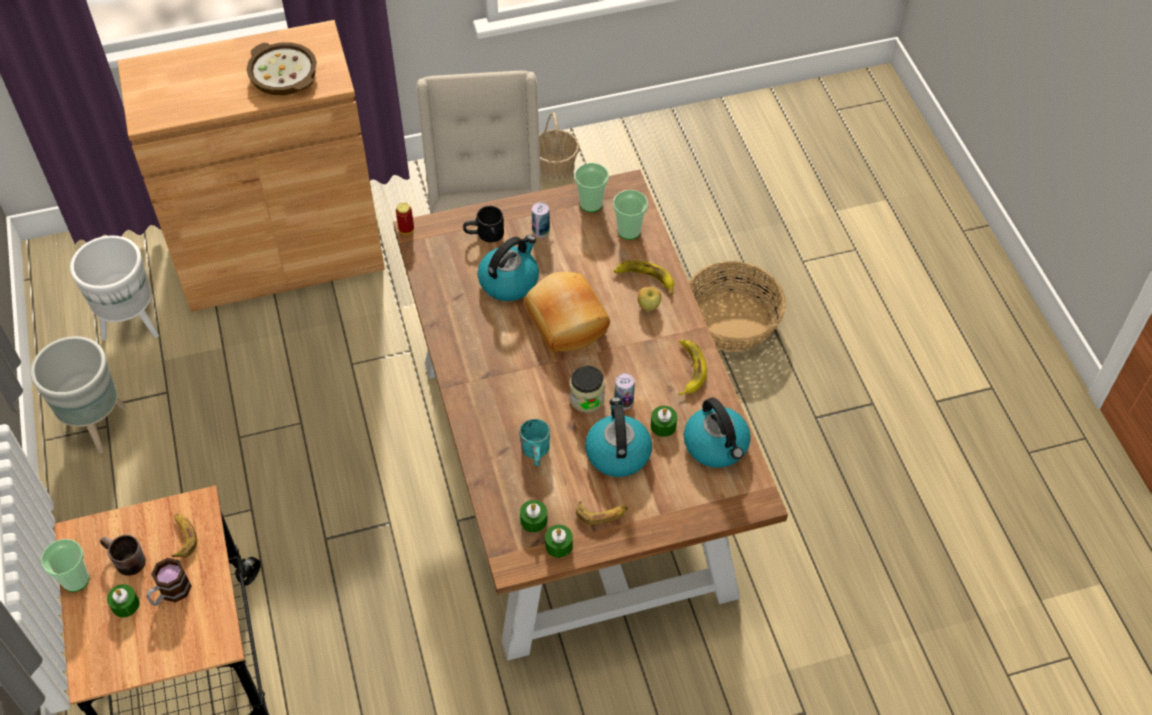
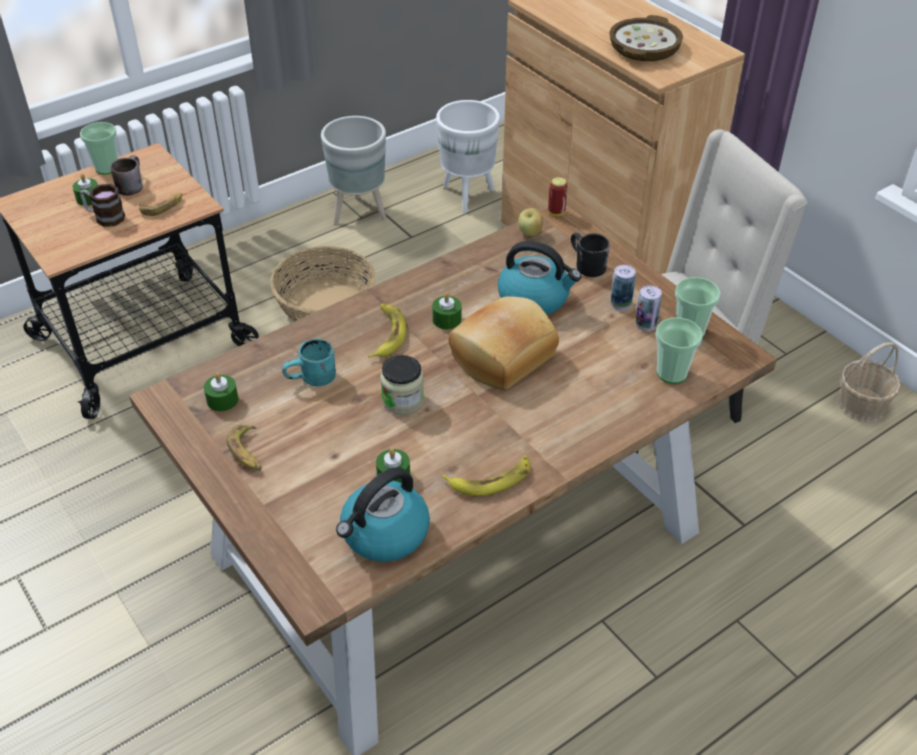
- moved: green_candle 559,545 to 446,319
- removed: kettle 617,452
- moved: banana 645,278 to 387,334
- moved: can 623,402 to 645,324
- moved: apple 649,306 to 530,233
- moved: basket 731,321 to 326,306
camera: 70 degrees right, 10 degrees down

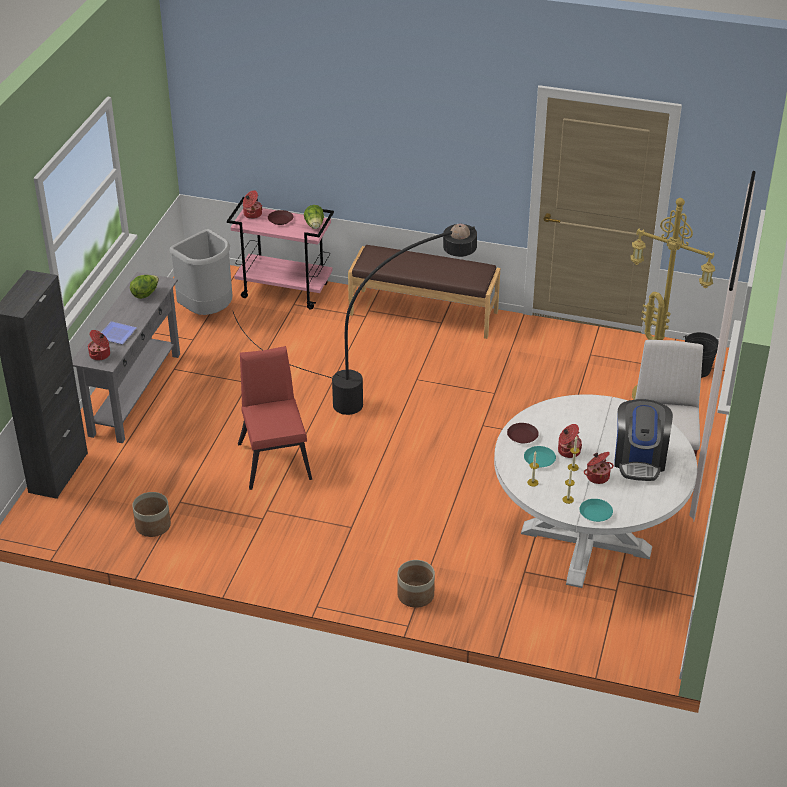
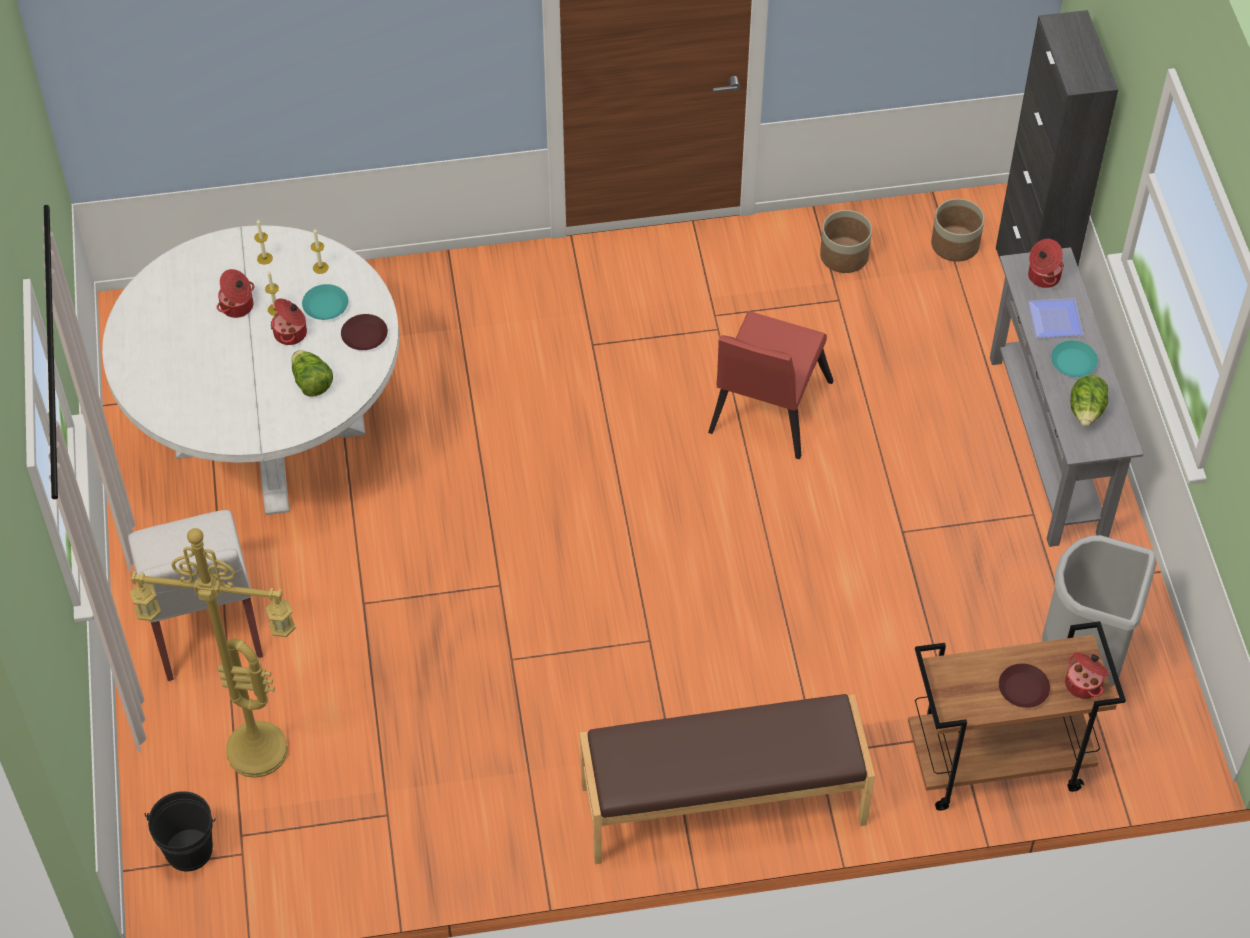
- recoloured: pink_cart 285,290 to brown_cart 995,763
- removed: black_floor_lamp 377,388
- turned: red_chair 274,457 = 766,413 60 degrees clockwise
- moved: lettuce 314,226 to 311,383
- moved: planter 416,595 to 954,244
- moved: turquoise_plate 595,513 to 1073,362
- removed: coffee_machine 639,459
camera: 155 degrees right, 15 degrees up

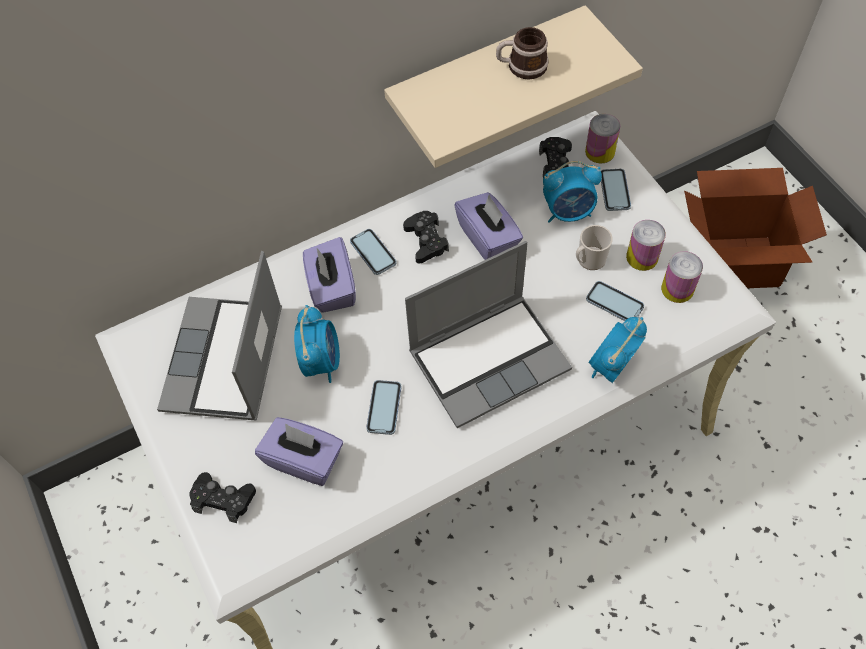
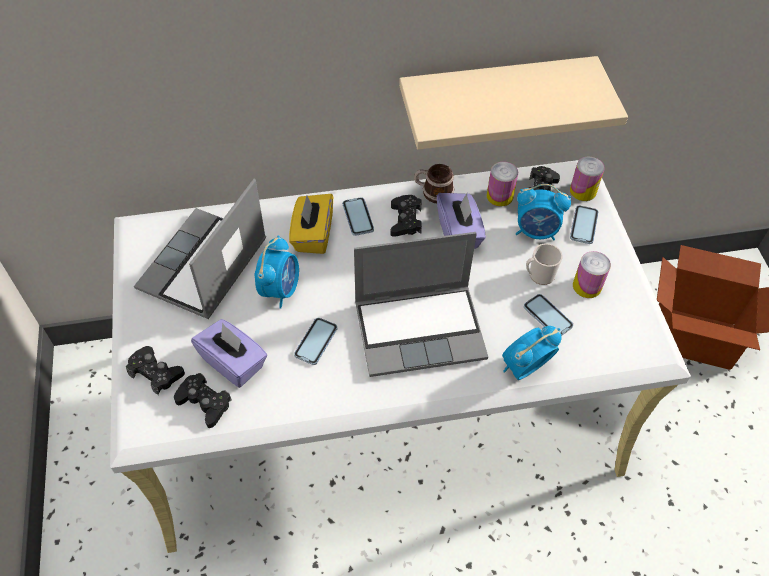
- recoloured: purple_tissue_box 331,288 to yellow_tissue_box 312,235
- moved: mug 521,66 to 433,192
- moved: can 677,289 to 499,196
- added: black_game_controller 204,403
camera: 15 degrees right, 5 degrees down

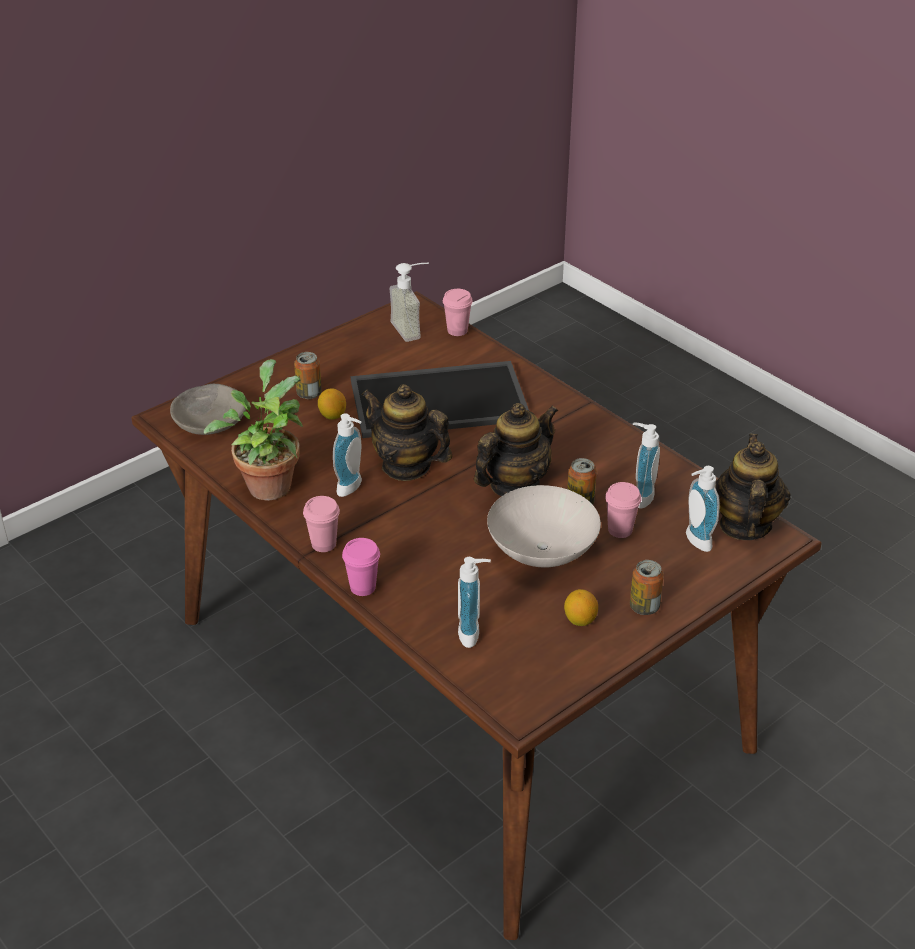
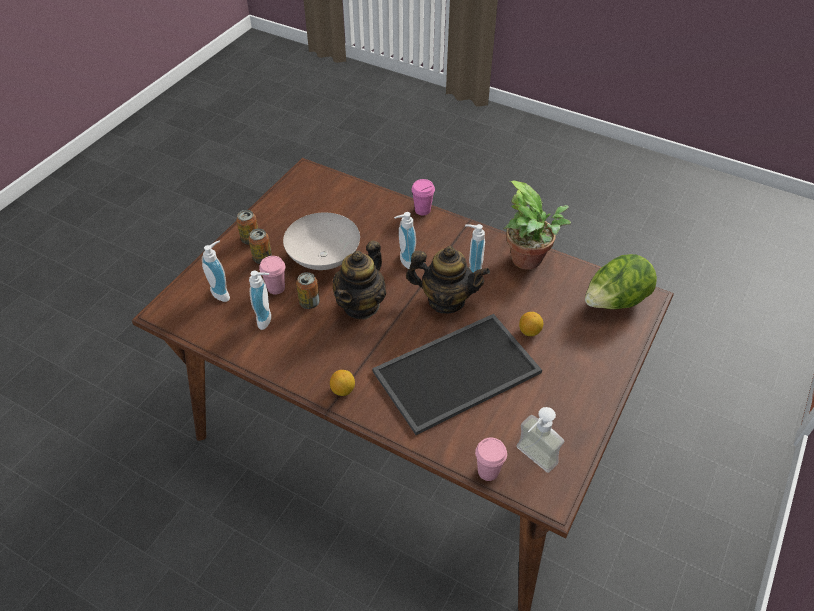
- replaced: grey_bowl 210,419 to lettuce 615,302
- moved: can 309,394 to 262,258
- removed: pink_cup 323,544
- moved: soap_dispenser 473,633 to 404,261
- moved: lemon 579,620 to 343,390
- removed: teapot 744,525
camera: 160 degrees right, 10 degrees up

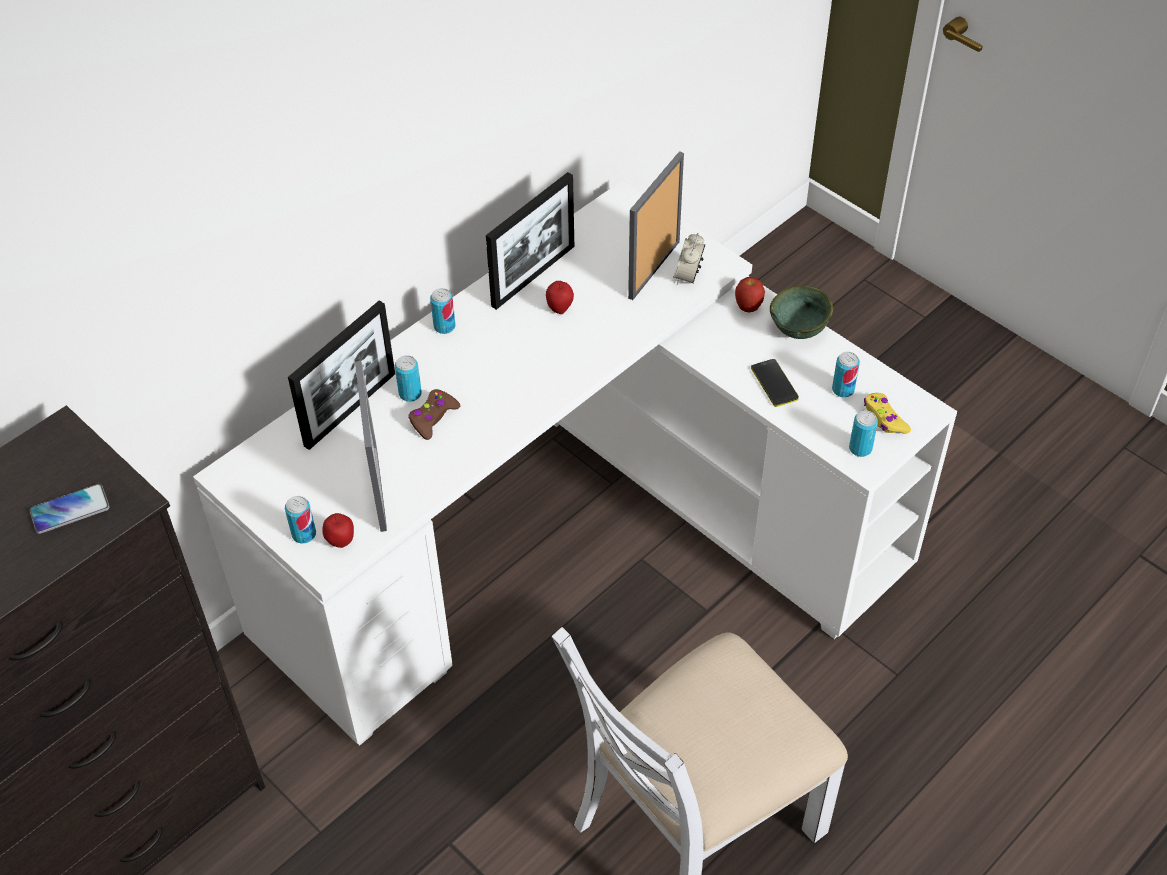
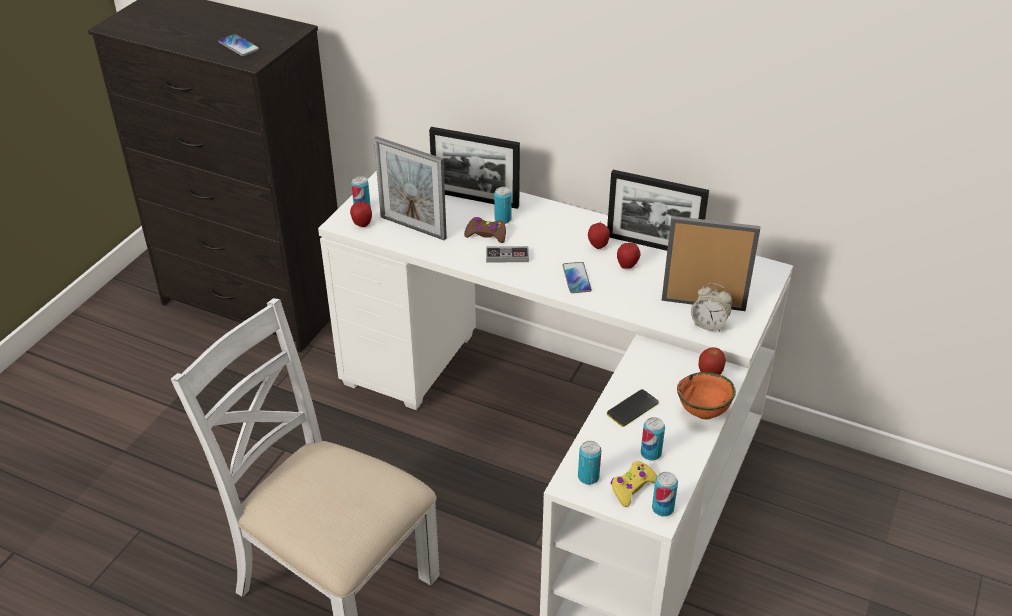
- turned: picture_frame 378,488 = 413,227 60 degrees clockwise
- moved: can 444,326 to 662,508
- turned: alarm_clock 688,276 = 709,324 150 degrees counterclockwise
- recoloured: green_bowl 799,332 to orange_bowl 702,413
- added: game_controller 507,256
- added: phone 576,278
- added: apple 598,246
camera: 70 degrees right, 10 degrees down

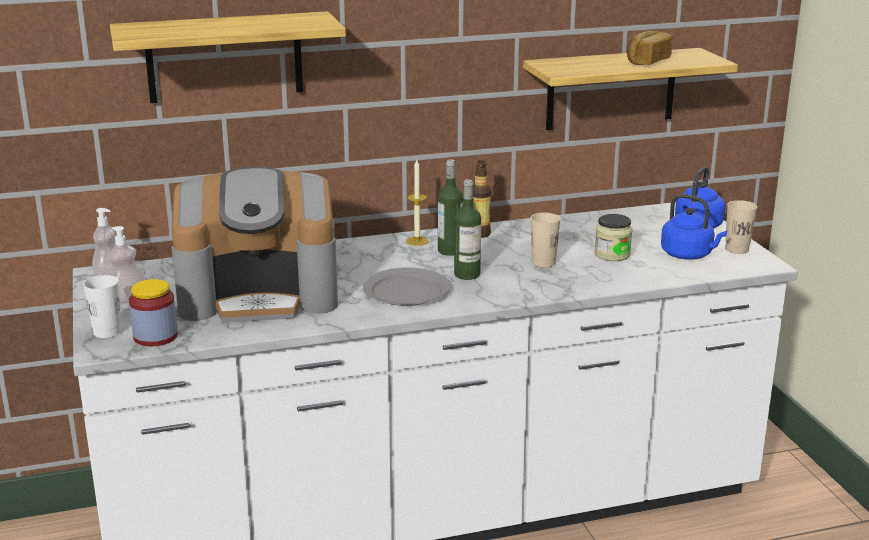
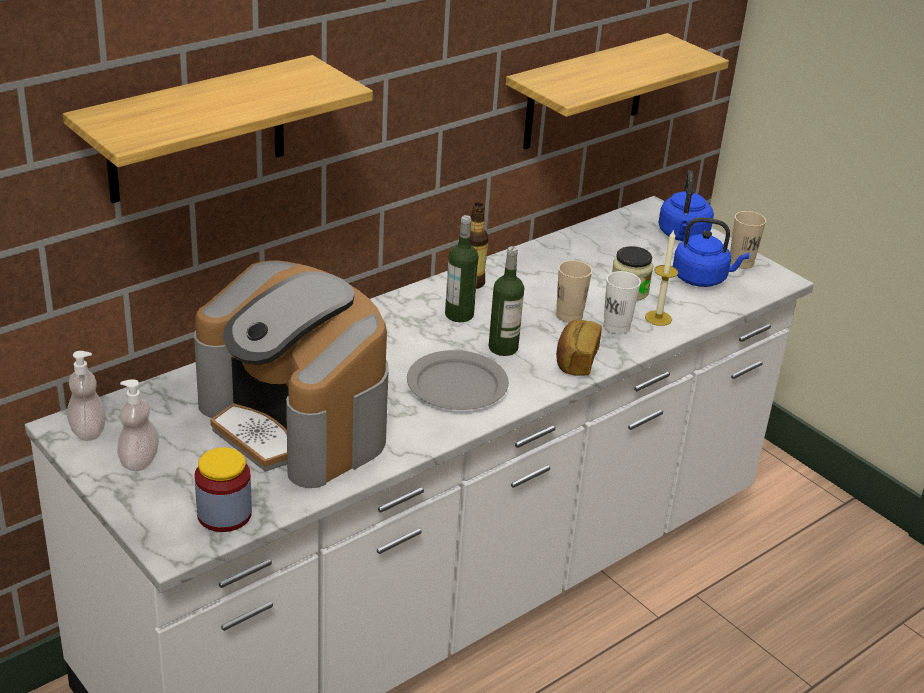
- moved: white_cup 107,332 to 616,327
- turned: coffee_machine 260,294 = 297,422 75 degrees clockwise
- moved: candle 417,241 to 658,318
- moved: bread 646,61 to 575,360
camera: 25 degrees left, 10 degrees up

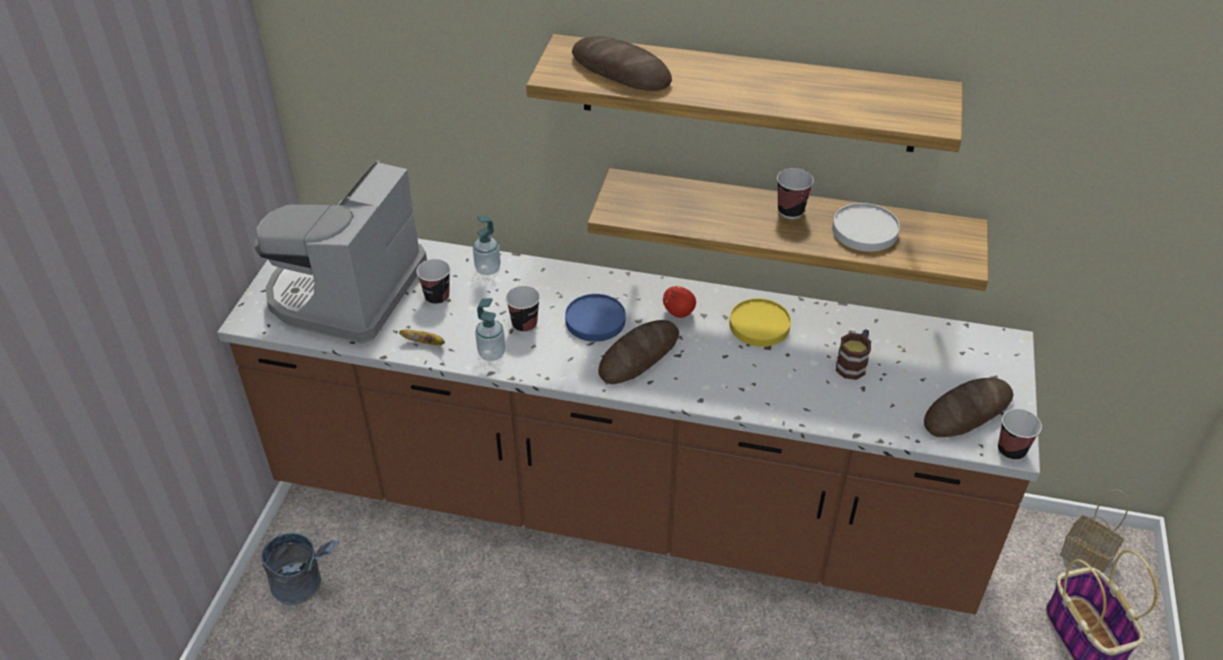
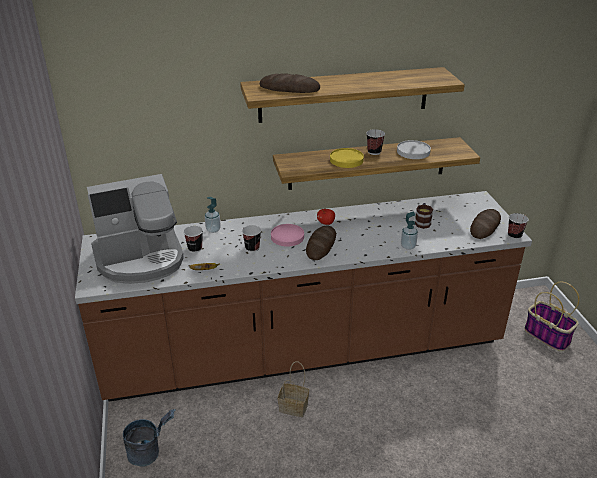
- turned: coffee_machine 346,292 = 140,259 105 degrees counterclockwise
- moved: soap_dispenser 491,353 to 408,246
- recoloured: blue_plate 595,320 to pink_plate 287,236
- moved: yellow_plate 759,325 to 346,160
- moved: basket 1087,556 to 294,407
camera: 25 degrees left, 10 degrees down

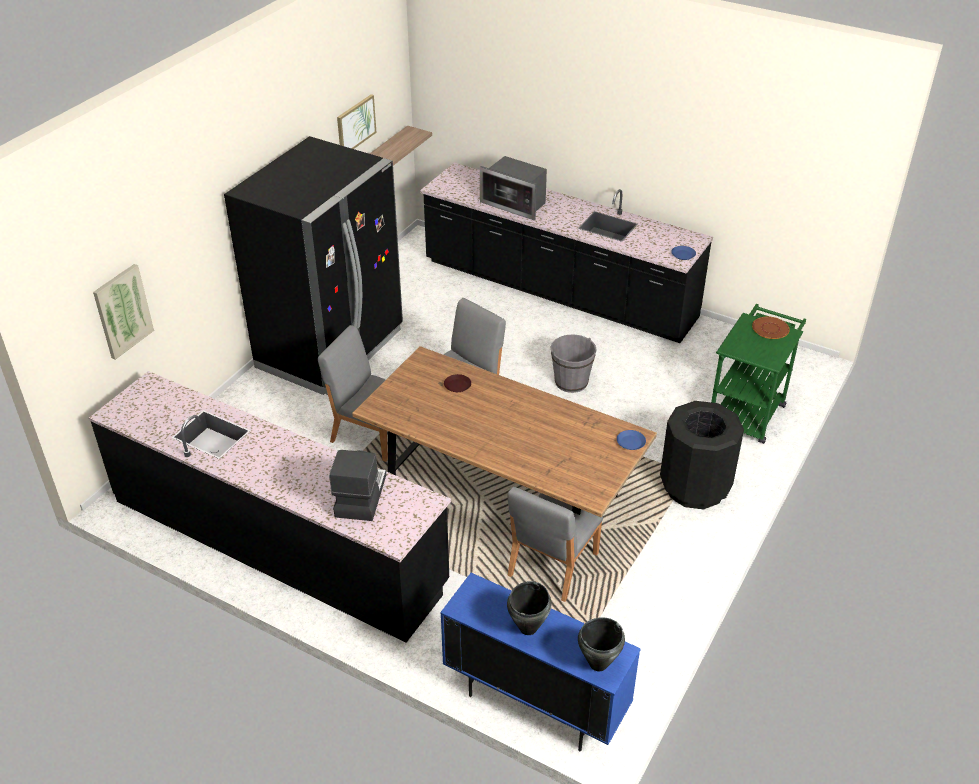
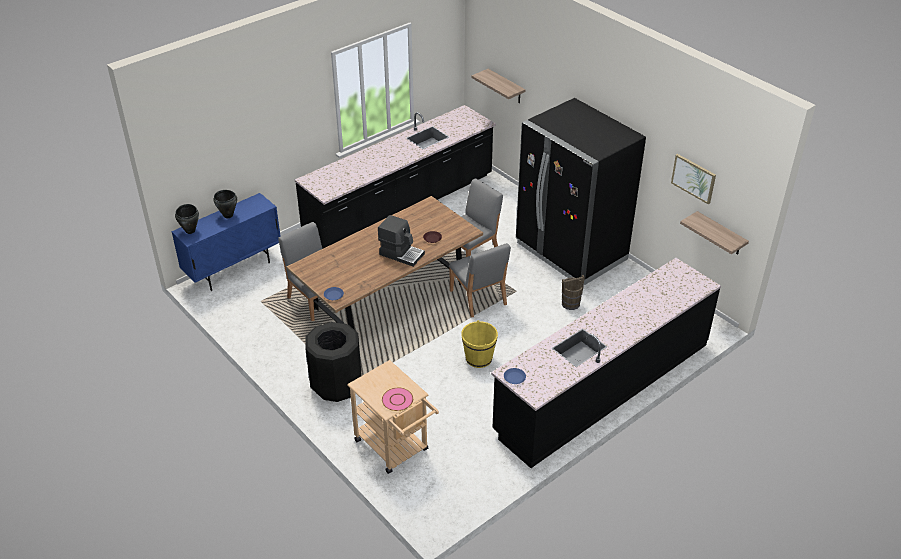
- replaced: picture 122,311 to shelf 506,87
- moved: coffee_machine 359,496 to 401,254
- removed: microwave 515,204
- recoloured: grey_bucket 571,382 to yellow_bucket 478,358
- recoloured: green_cart 748,410 to beige_cart 395,448
- recoloured: brown_plate 770,328 to pink_plate 397,400
- added: brown_bucket 571,303
camera: 110 degrees right, 0 degrees up

